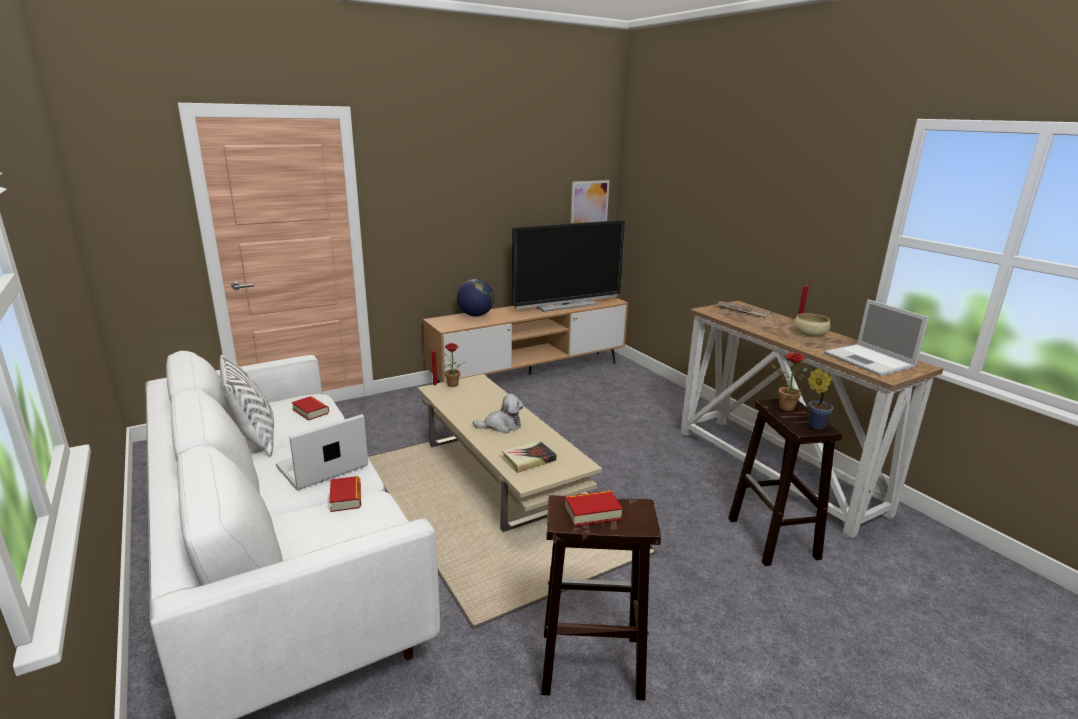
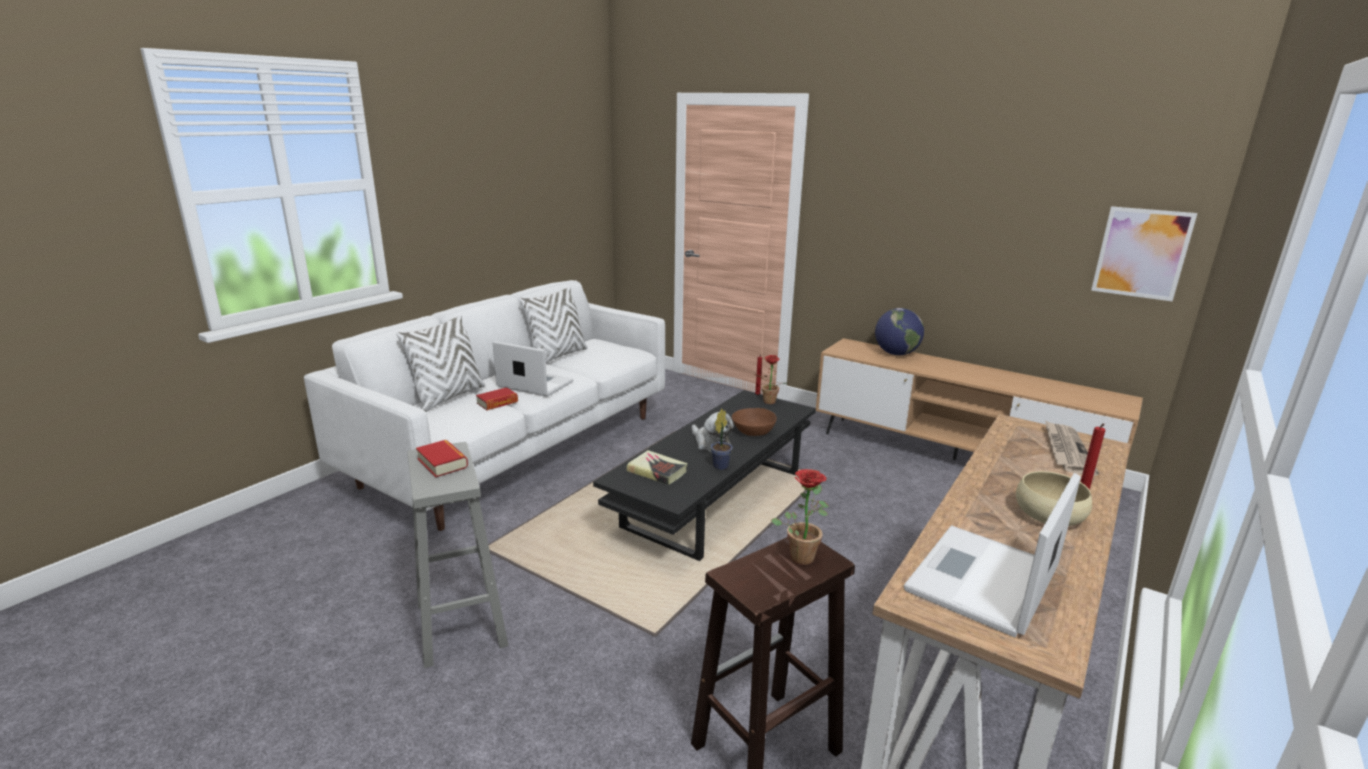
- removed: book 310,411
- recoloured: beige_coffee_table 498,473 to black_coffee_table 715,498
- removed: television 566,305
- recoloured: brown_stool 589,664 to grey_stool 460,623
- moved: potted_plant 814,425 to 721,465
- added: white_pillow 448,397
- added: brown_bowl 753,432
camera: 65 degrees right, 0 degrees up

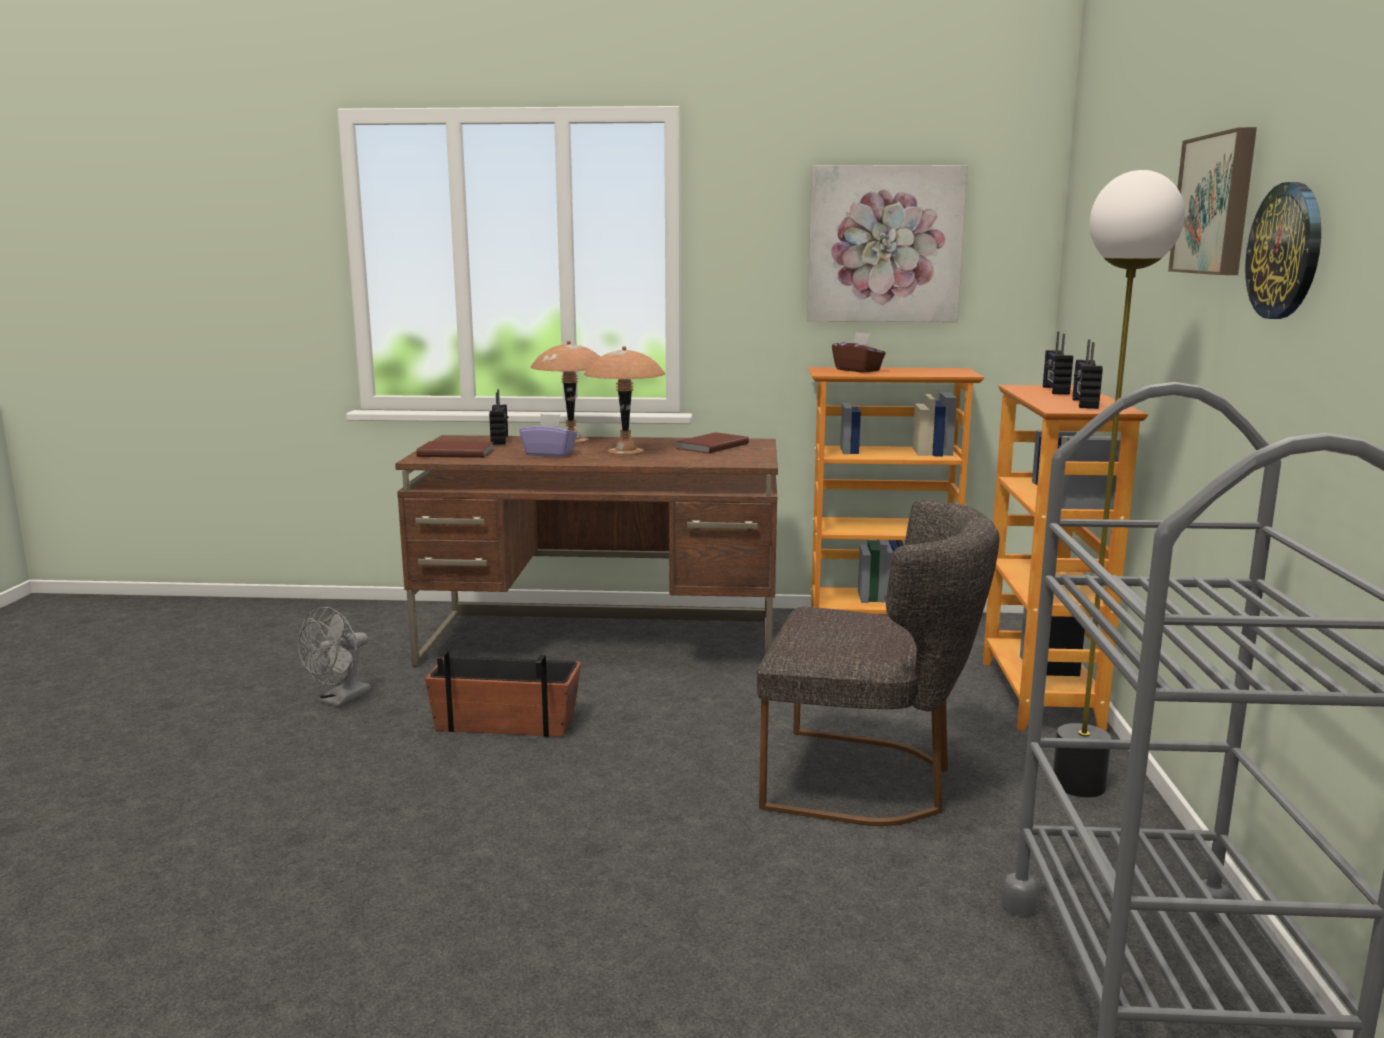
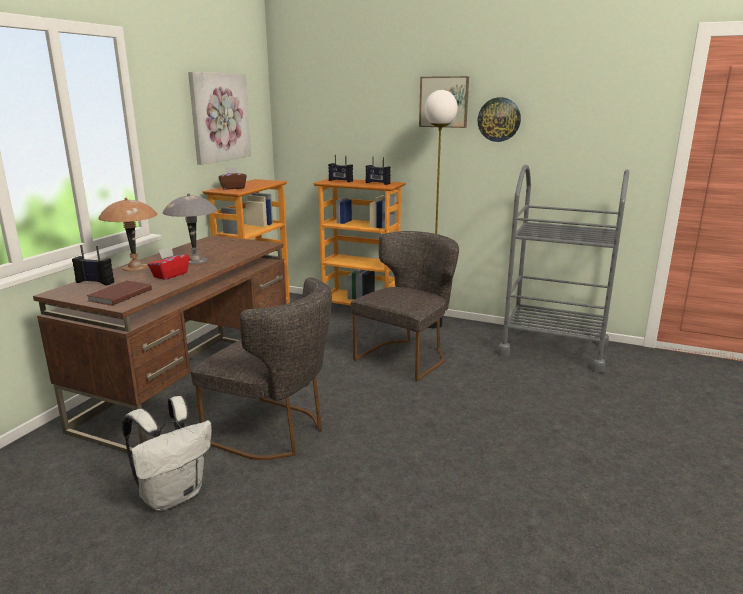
- replaced: grey_fan 340,700 to white_backpack 173,495
- replaced: planter 506,722 to grey_chair 274,432
- recoloured: purple_tissue_box 549,454 to red_tissue_box 170,275
- recoloured: brown_table_lamp 625,452 to grey_table_lamp 195,261
- removed: brown_book 710,446
camera: 70 degrees left, 5 degrees up

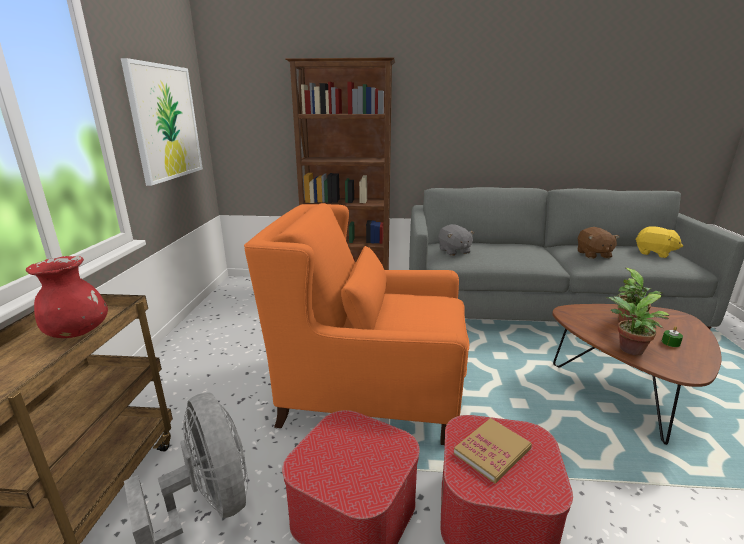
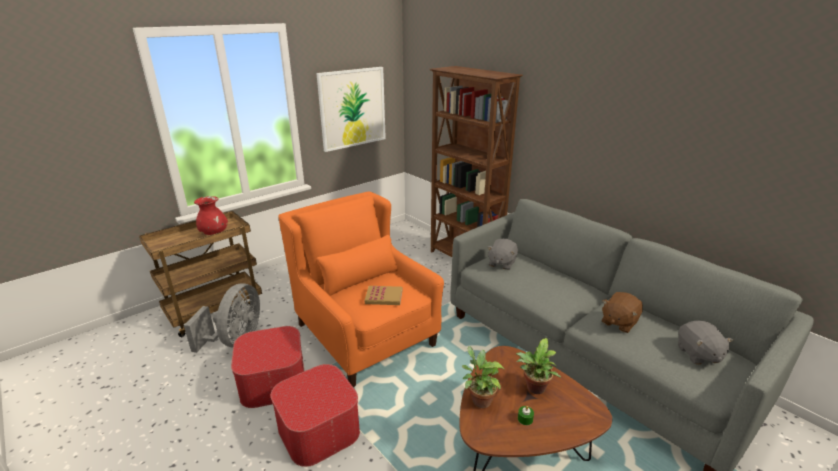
- moved: book 492,451 to 384,297
- recoloured: yellow_plush_toy 654,253 to grey_plush_toy 698,354
camera: 45 degrees right, 5 degrees up

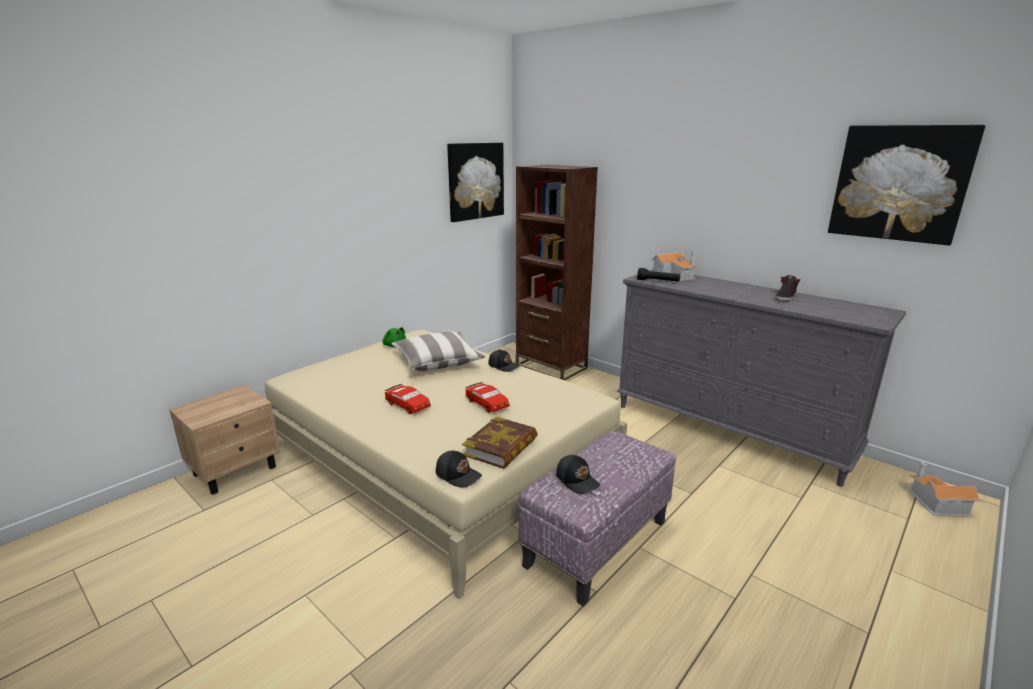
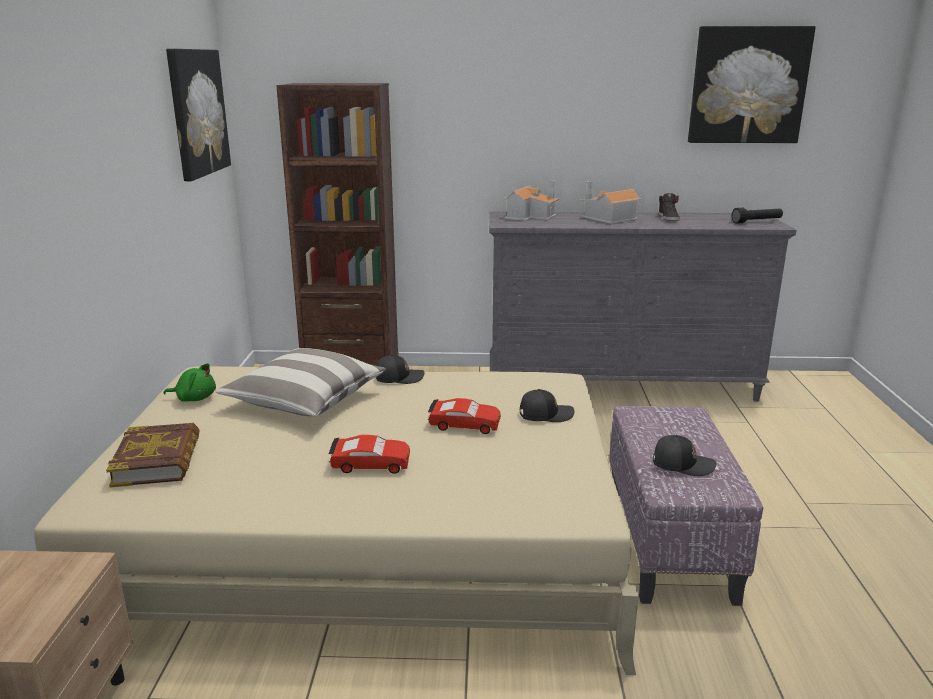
- moved: black_cap 458,475 to 545,414
- moved: book 501,447 to 158,461
- moved: black_flashlight 658,281 to 757,222
- moved: toy_house 936,503 to 607,218
camera: 40 degrees left, 0 degrees up

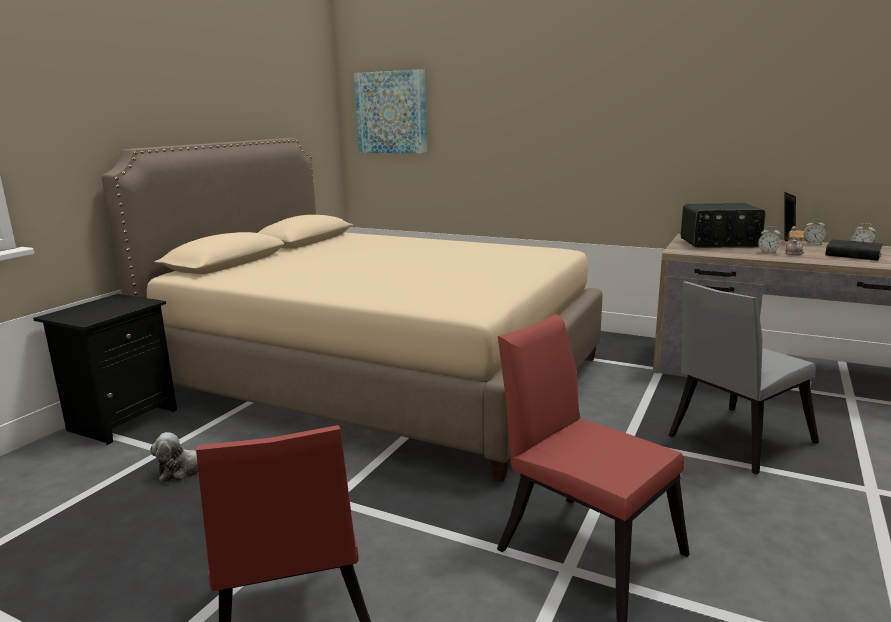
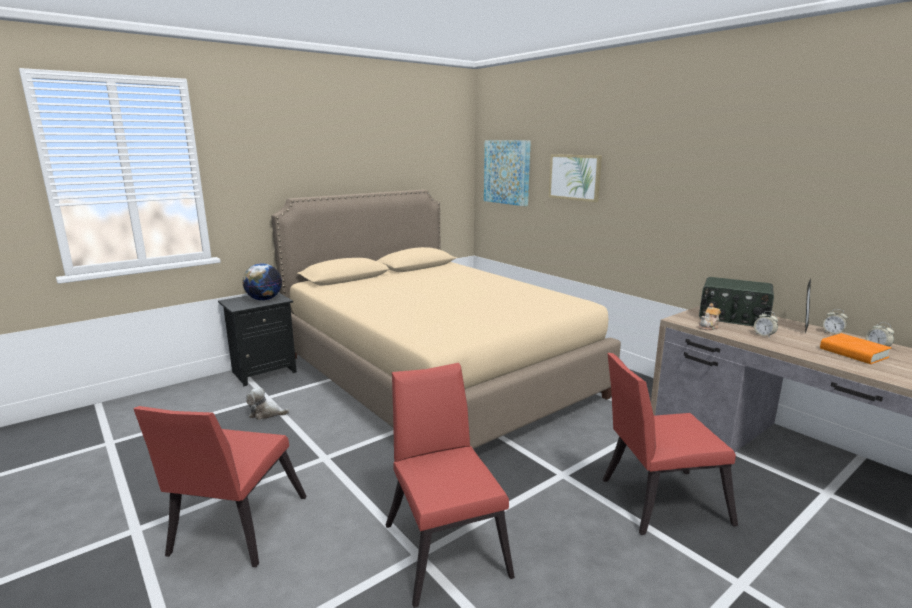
- recoloured: grey_chair 734,441 to red_chair 656,501
- moved: teapot 794,252 to 709,327
- recoloured: black_book 853,255 to orange_book 853,353
- added: globe 264,299
- added: picture 575,177
camera: 25 degrees right, 0 degrees up

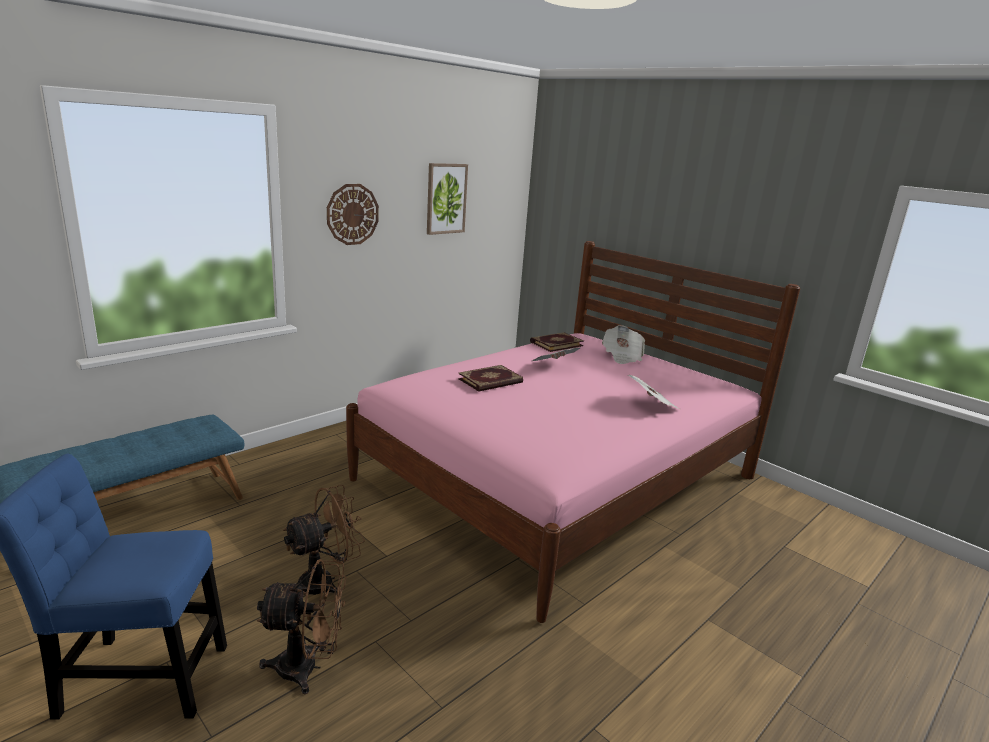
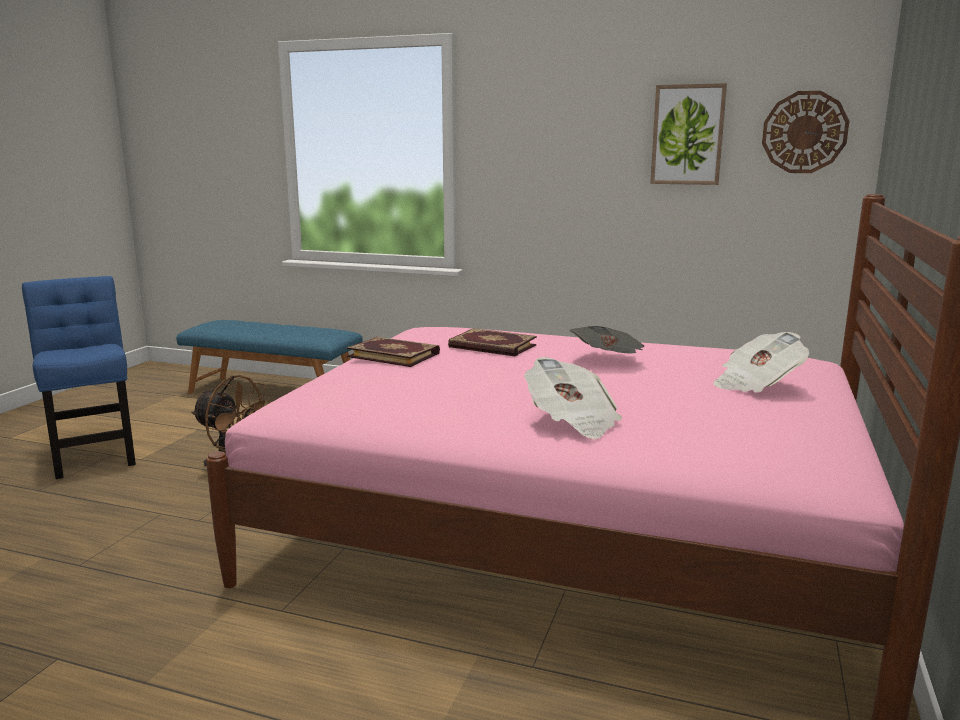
- removed: brown_fan 308,668
- moved: wall_clock 352,214 to 804,132
- moved: book 556,344 to 394,355
camera: 65 degrees right, 5 degrees down

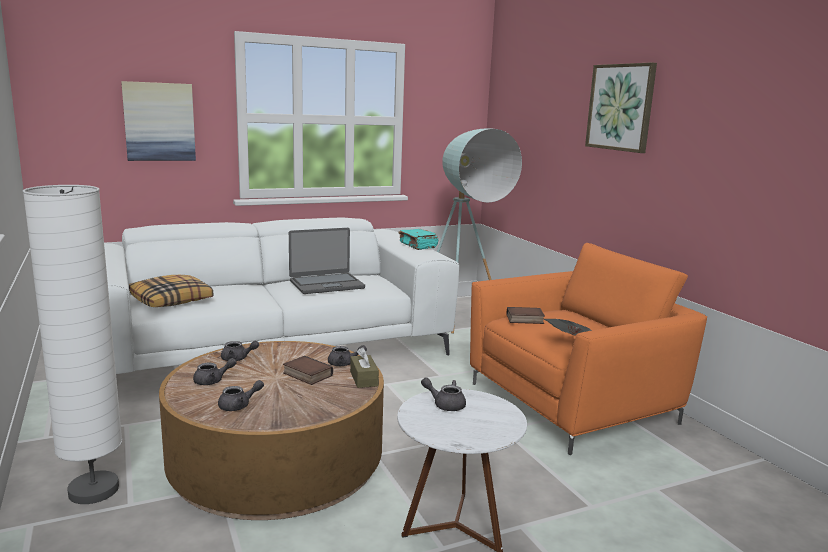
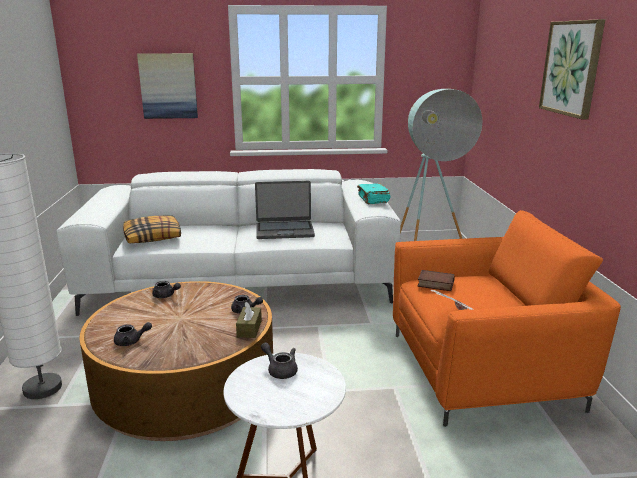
- removed: grey_teapot 213,381
- removed: book 306,374
camera: 20 degrees right, 5 degrees up

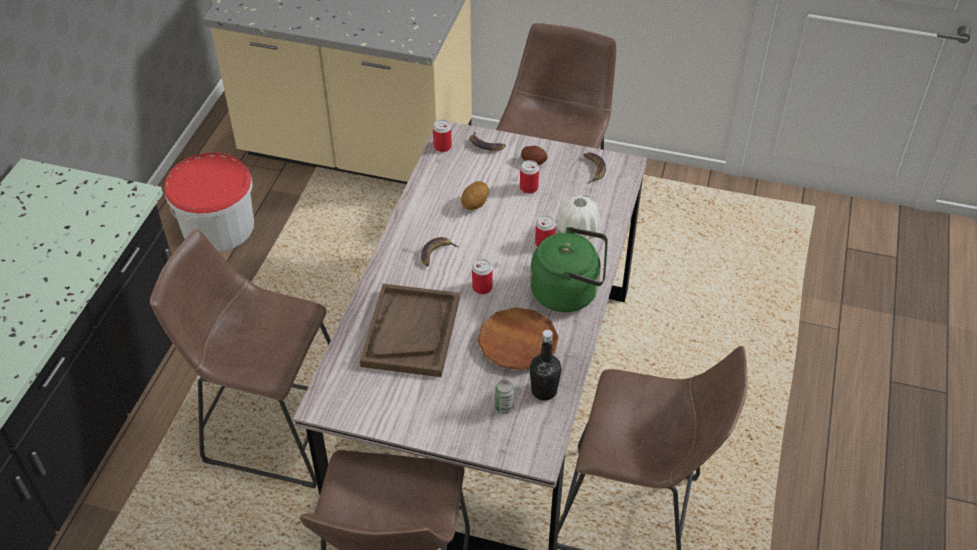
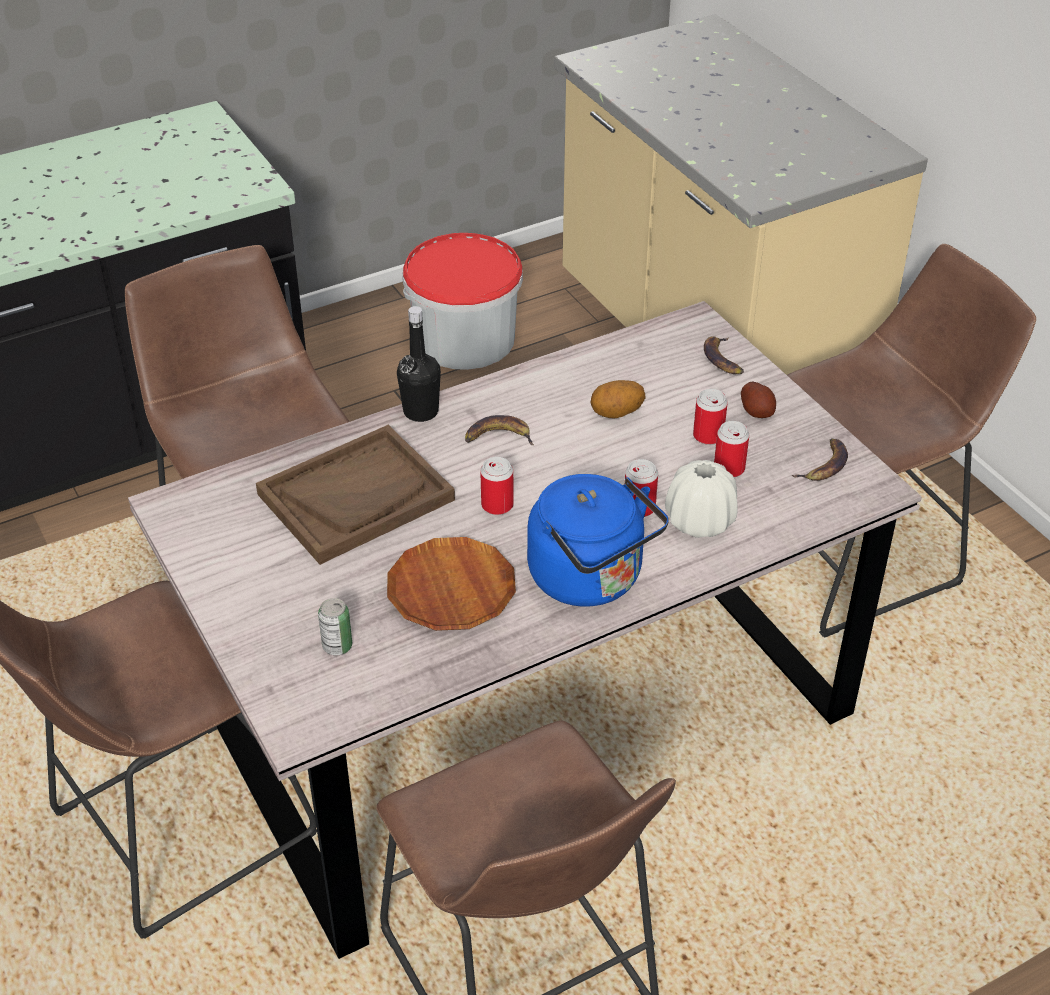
- moved: can 442,147 to 729,468
- recoloured: green_kettle 569,292 to blue_kettle 591,579
- moved: black_bottle 544,391 to 421,411
camera: 45 degrees right, 5 degrees down

